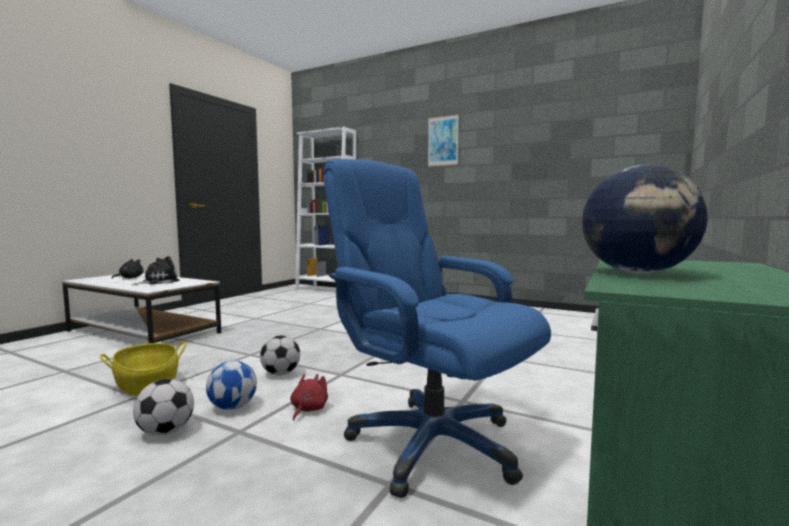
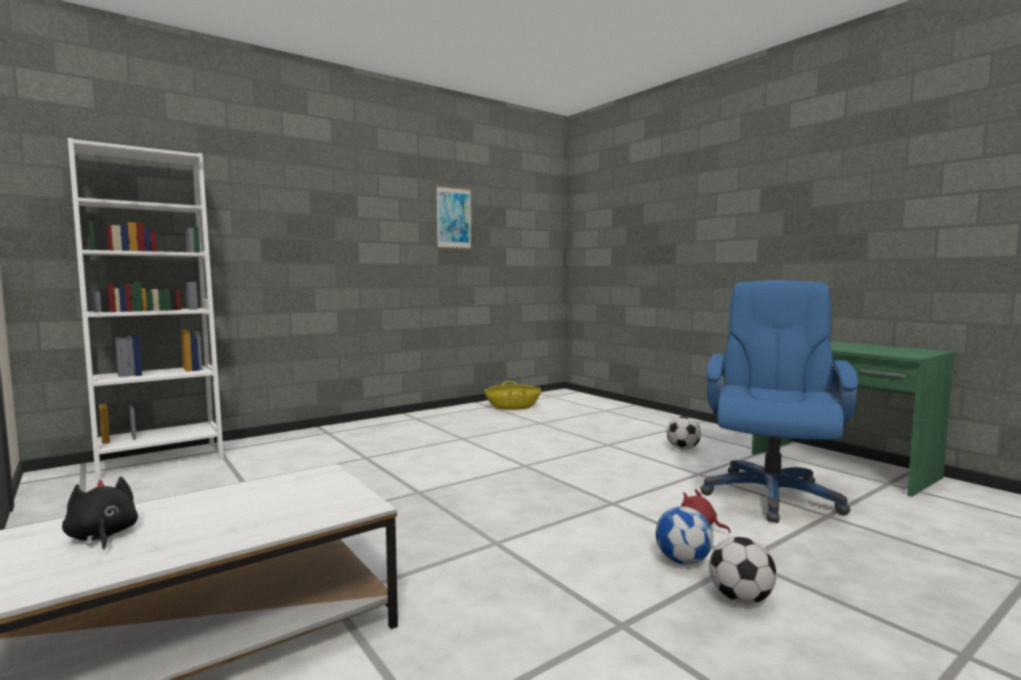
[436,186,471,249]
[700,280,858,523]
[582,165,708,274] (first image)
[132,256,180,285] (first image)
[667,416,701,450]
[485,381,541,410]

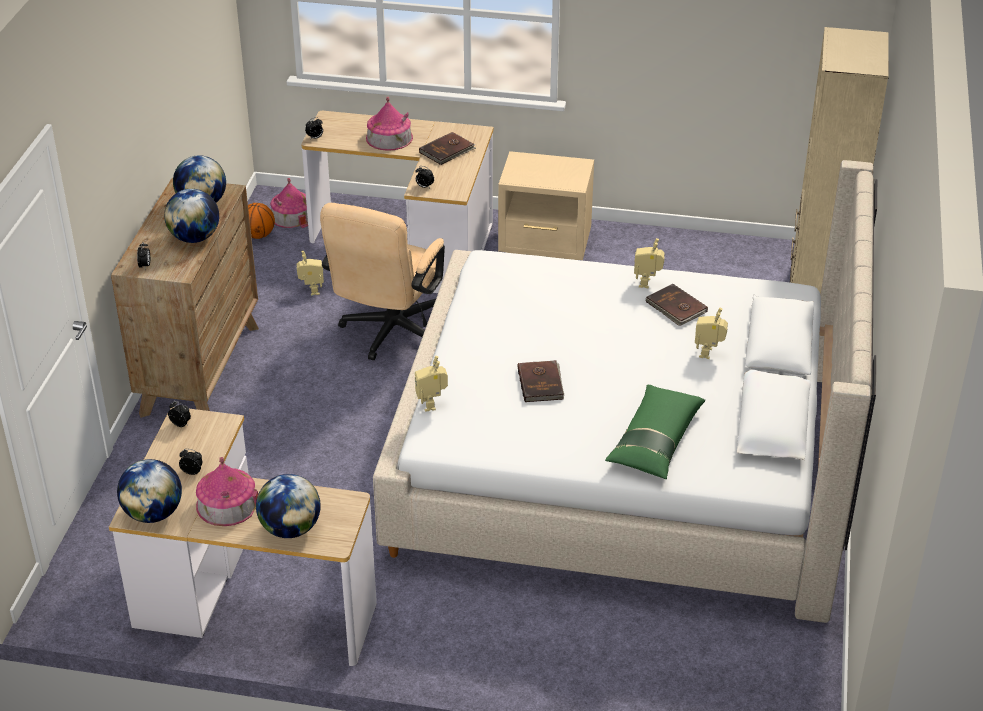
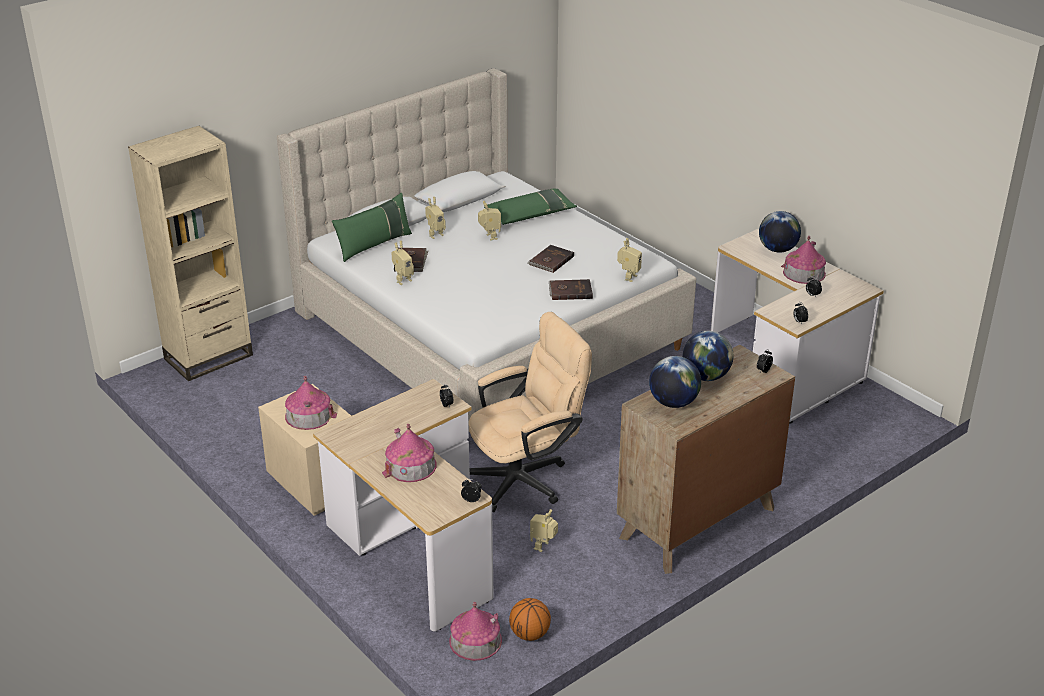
[549,279,593,300]
[117,459,182,523] (first image)
[332,193,412,262]
[478,201,501,240]
[285,376,337,430]

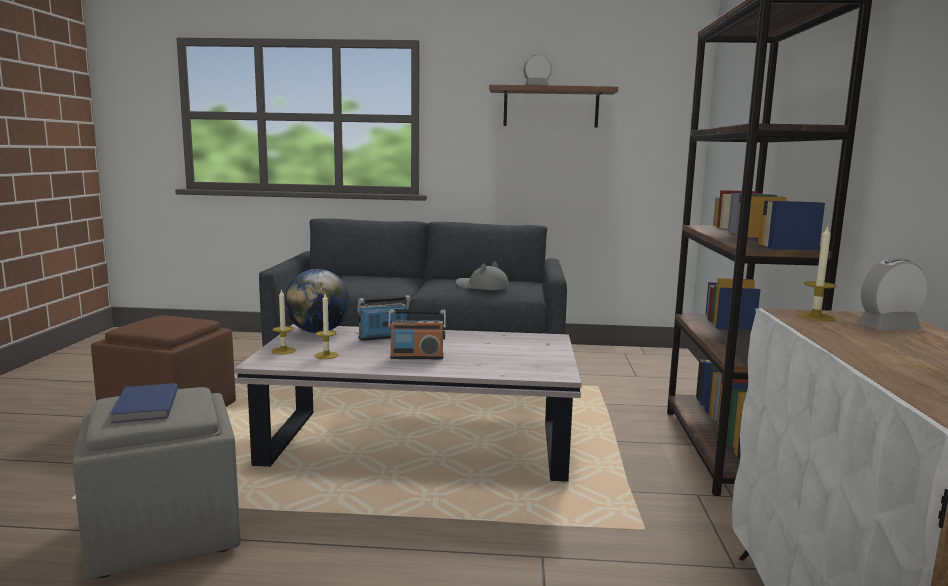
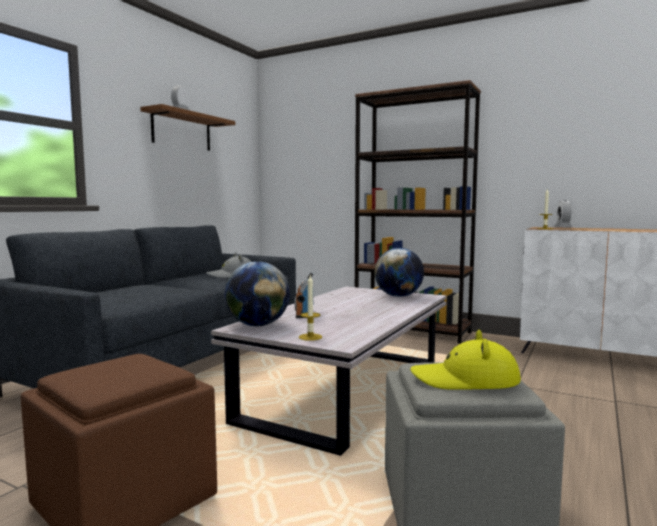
[314,294,339,359] (first image)
[388,309,446,359] (first image)
[410,330,521,390]
[375,248,424,297]

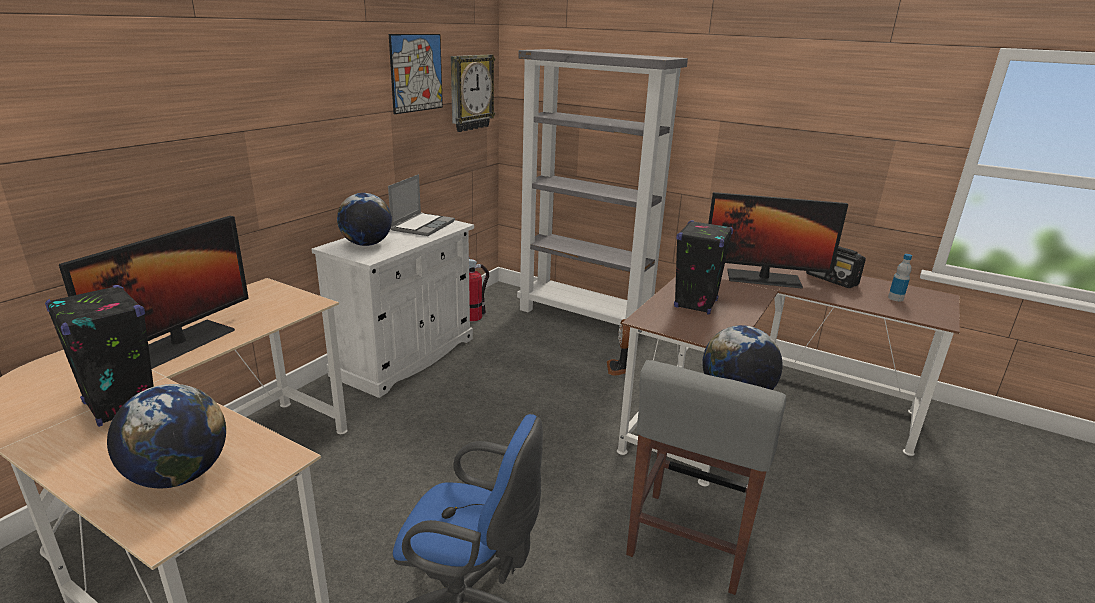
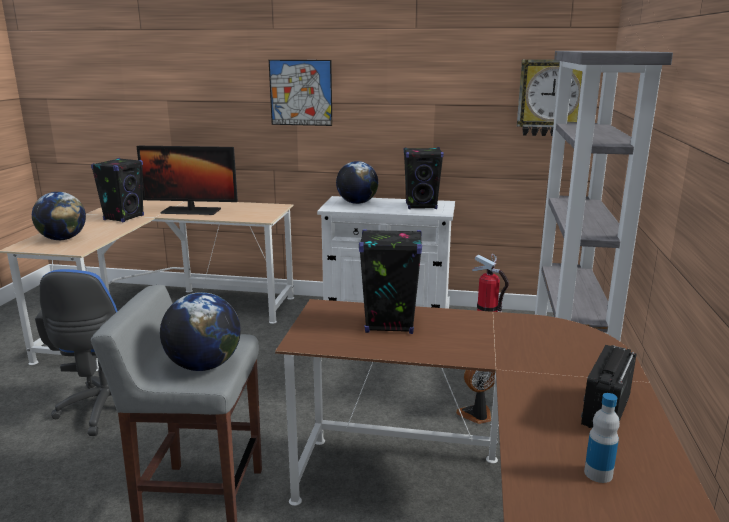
[269,60,332,126]
[404,147,444,209]
[708,192,848,289] (first image)

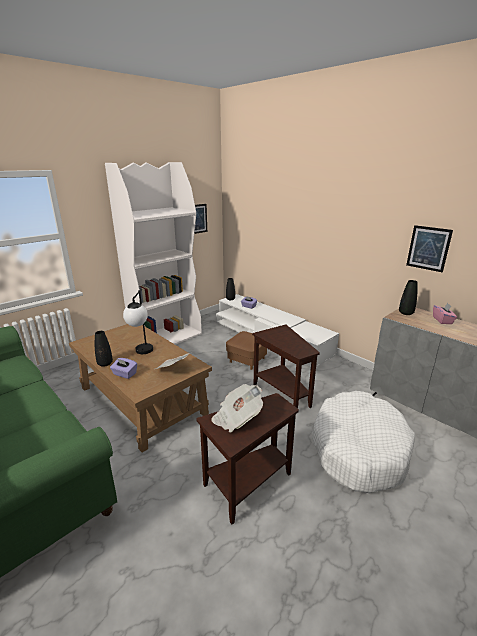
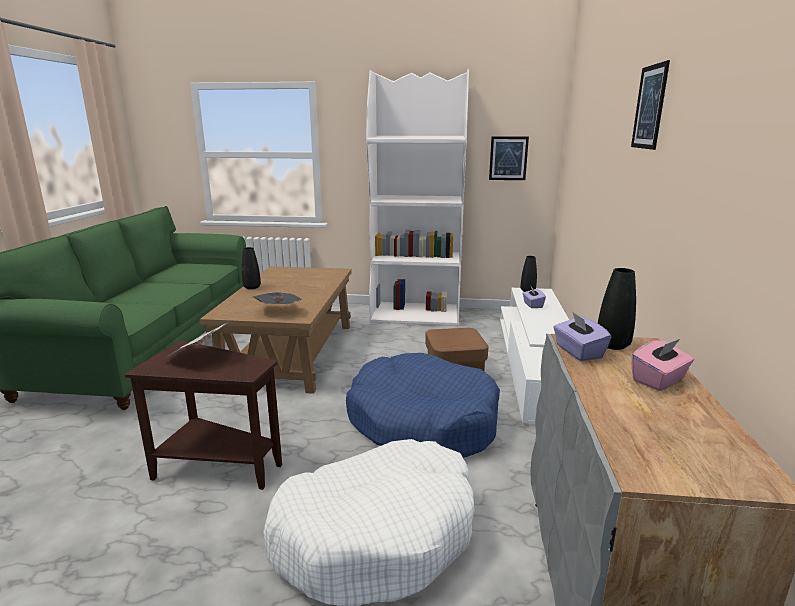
[631,60,670,150]
[123,289,153,354] (first image)
[346,353,500,458]
[553,311,611,361]

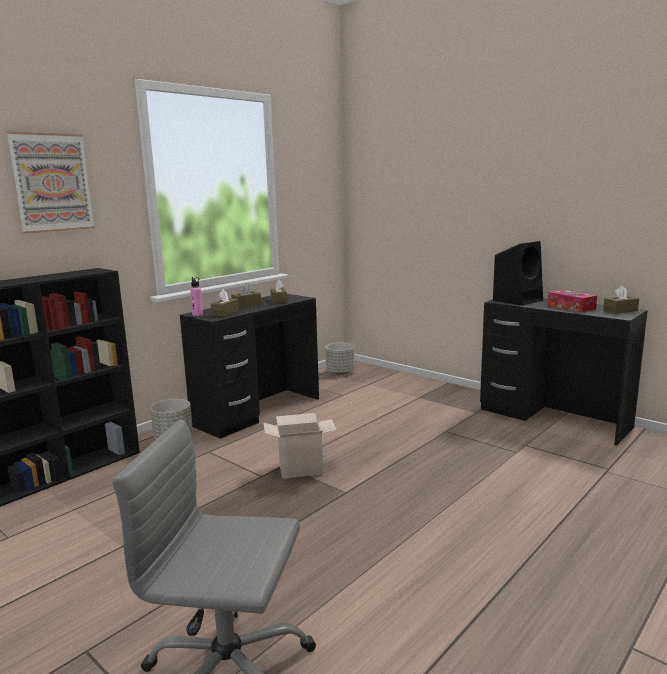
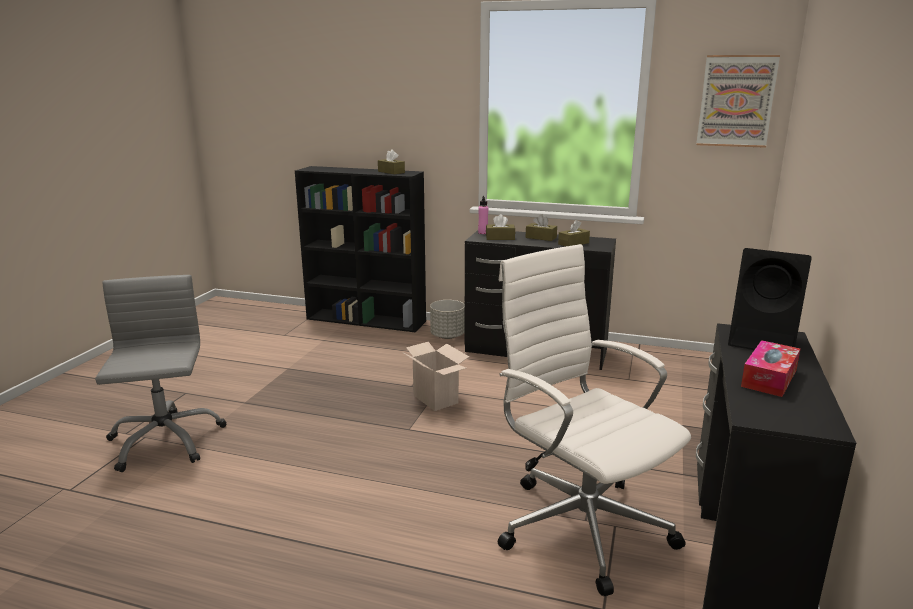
[696,55,780,148]
[378,149,405,174]
[325,343,355,375] (first image)
[498,244,691,596]

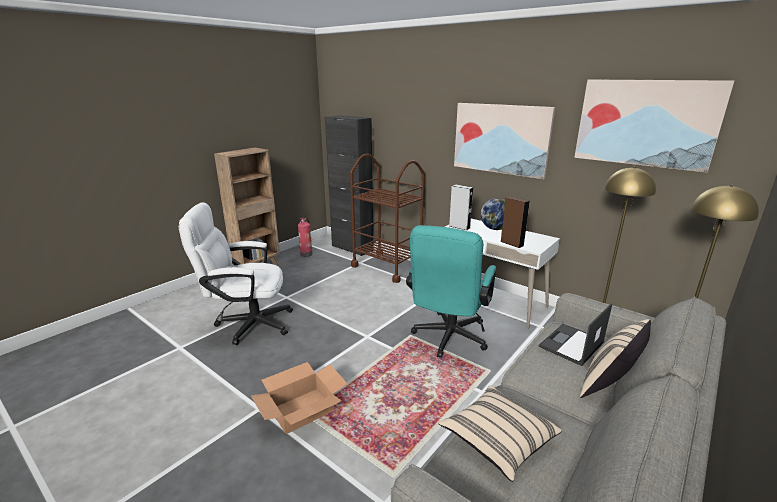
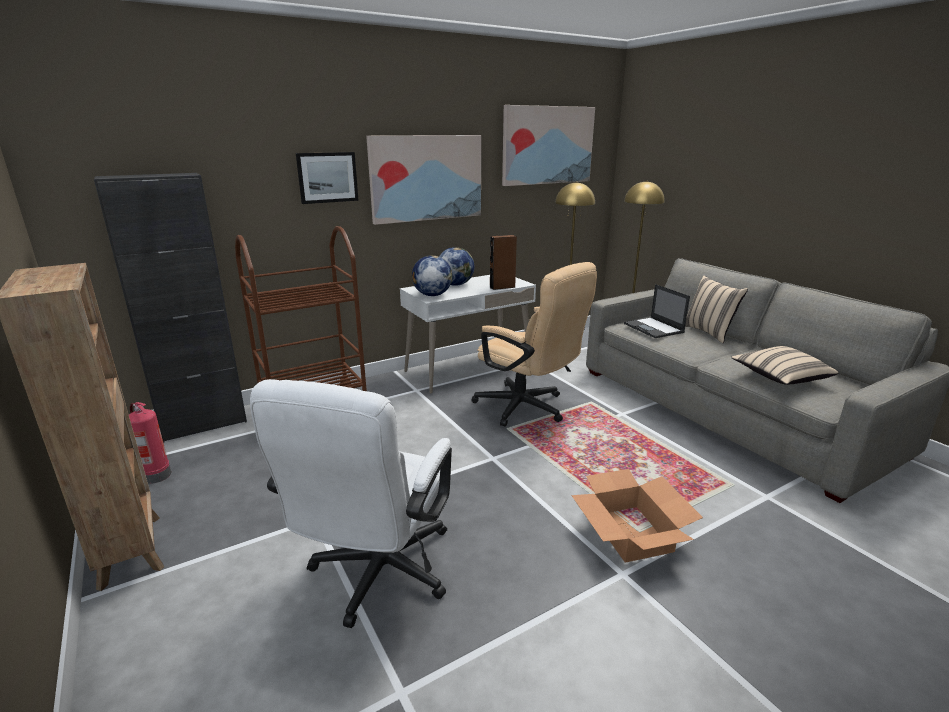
[412,255,452,296]
[471,262,597,427]
[296,152,359,204]

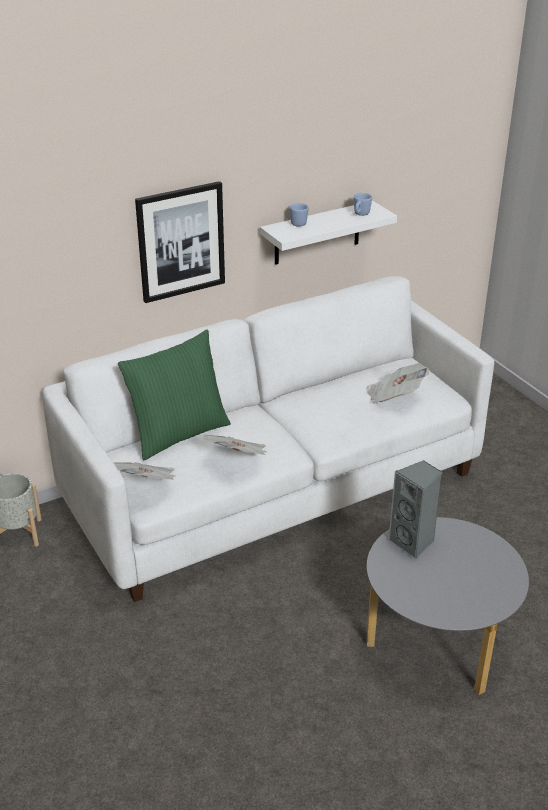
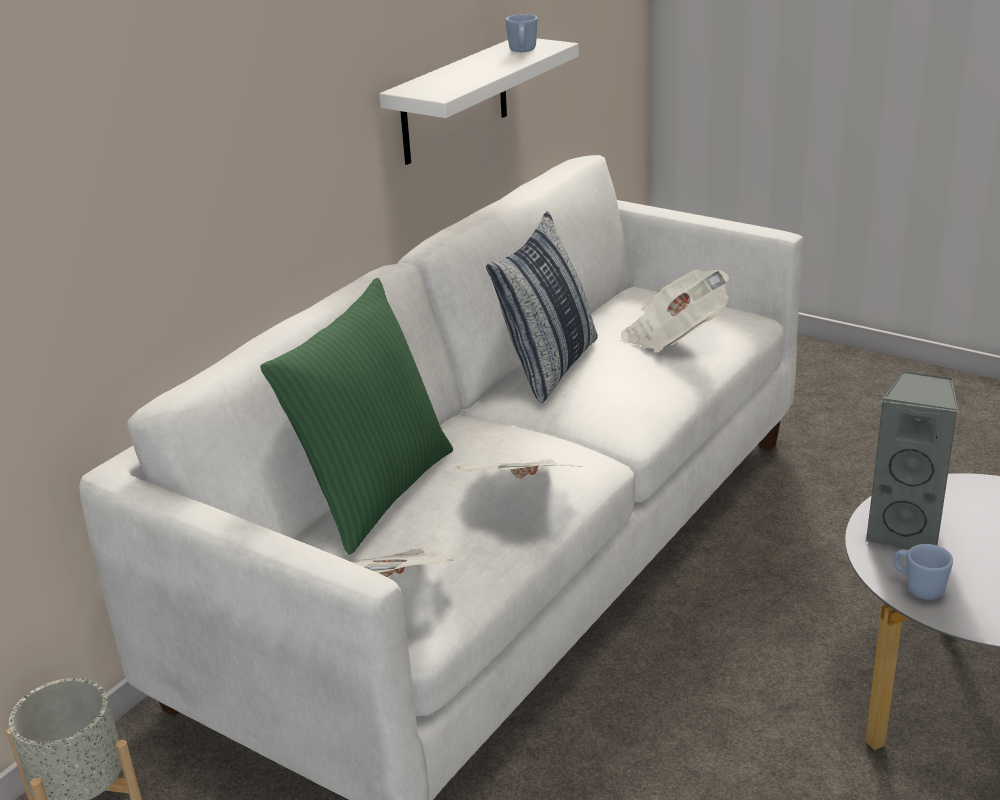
[135,181,225,303] (first image)
[893,544,953,600]
[486,211,598,403]

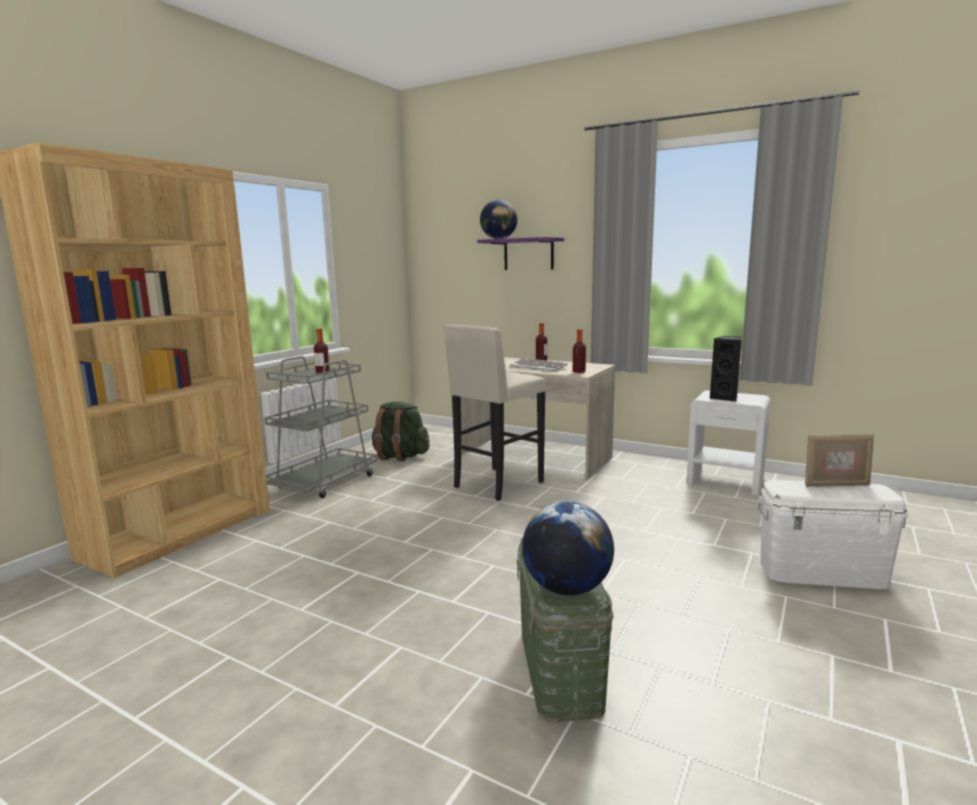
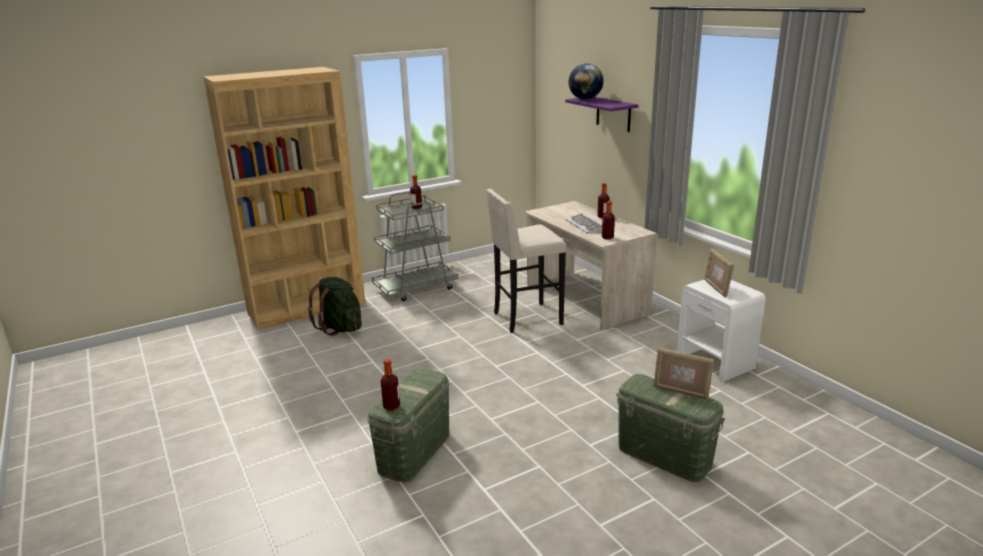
[704,248,734,298]
[308,277,362,336]
[616,374,725,482]
[381,359,400,410]

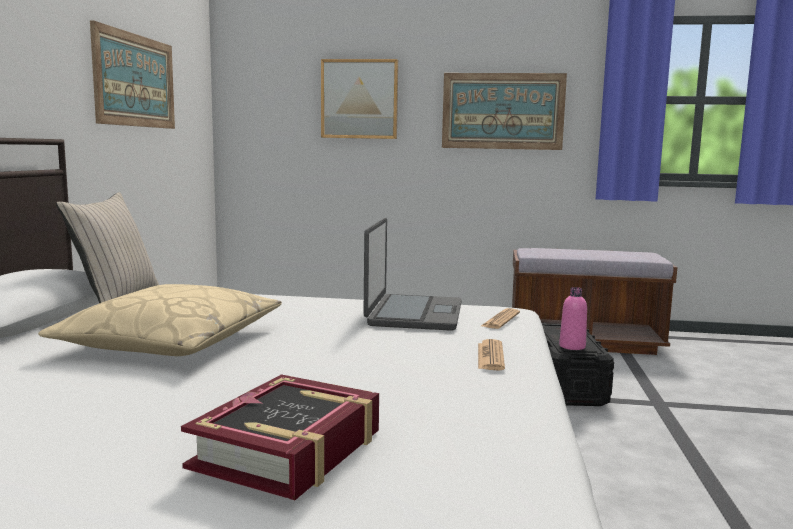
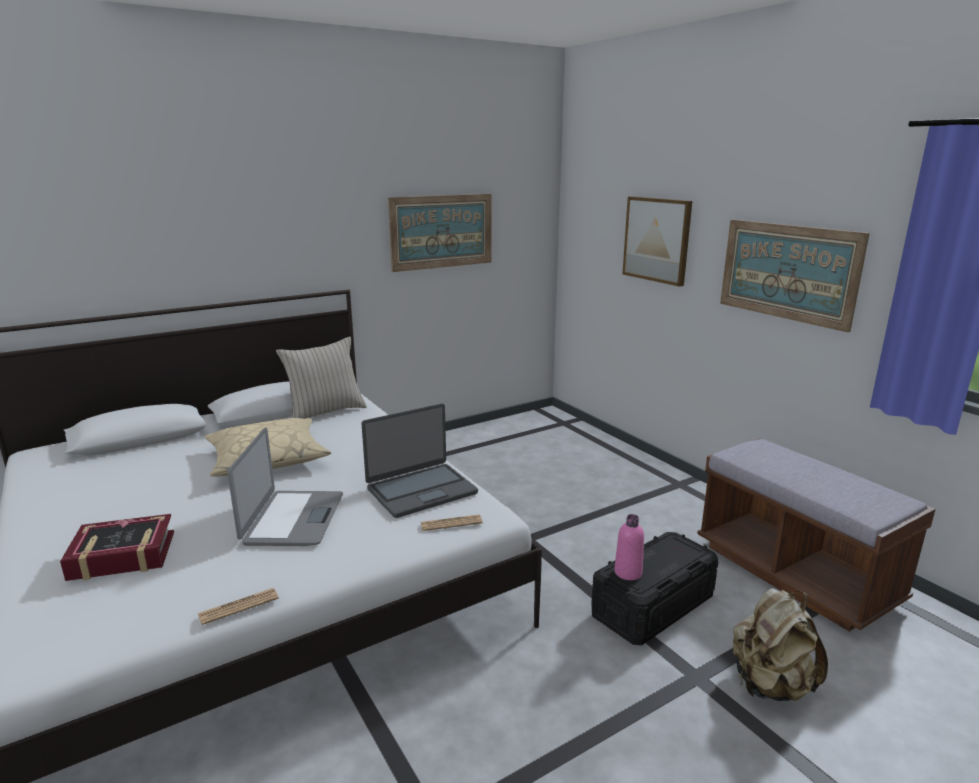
[198,588,279,625]
[227,428,343,546]
[733,588,828,701]

